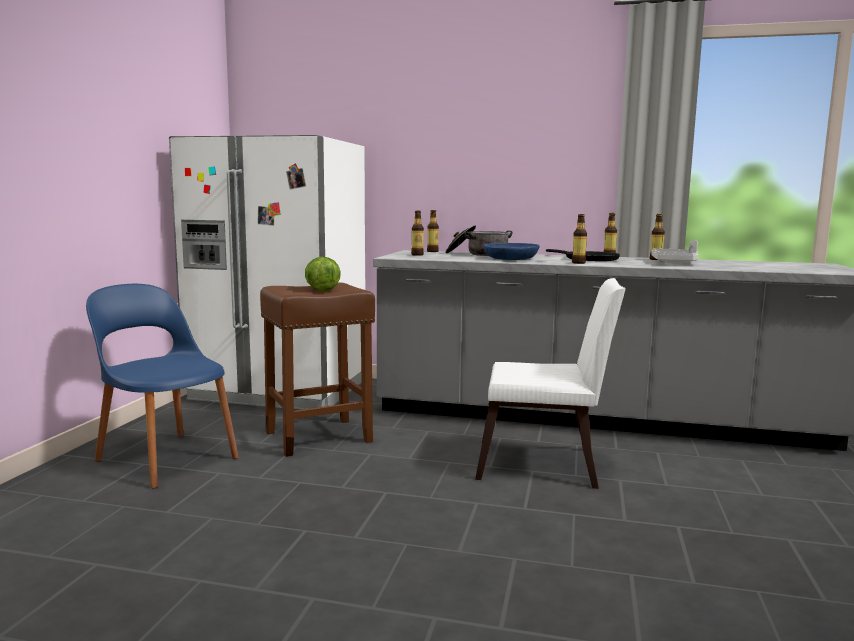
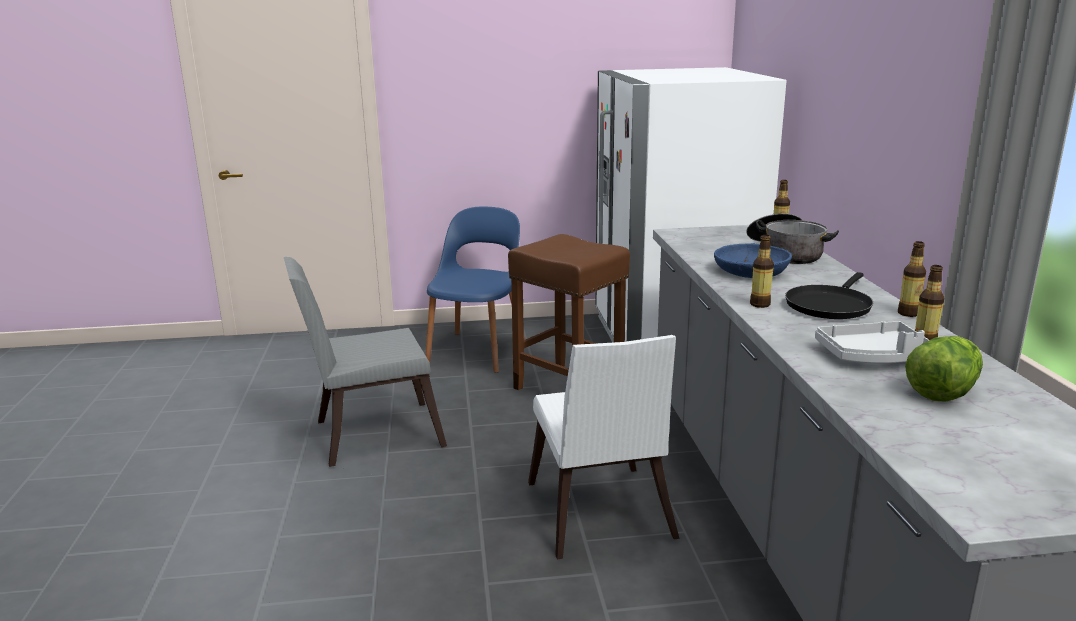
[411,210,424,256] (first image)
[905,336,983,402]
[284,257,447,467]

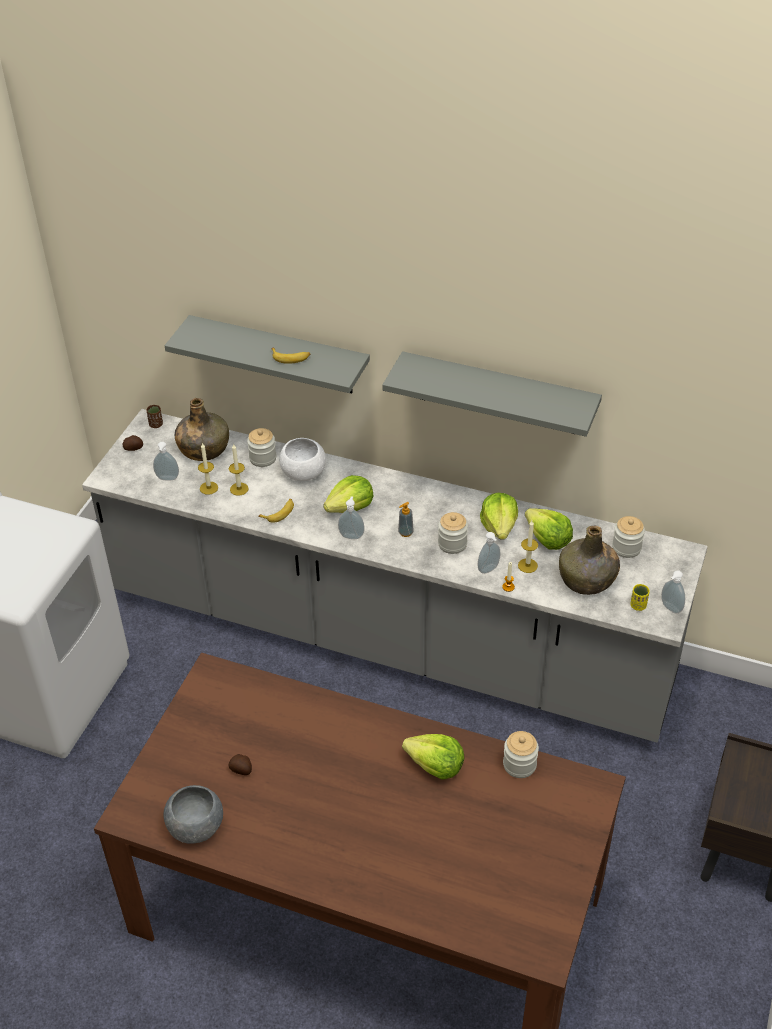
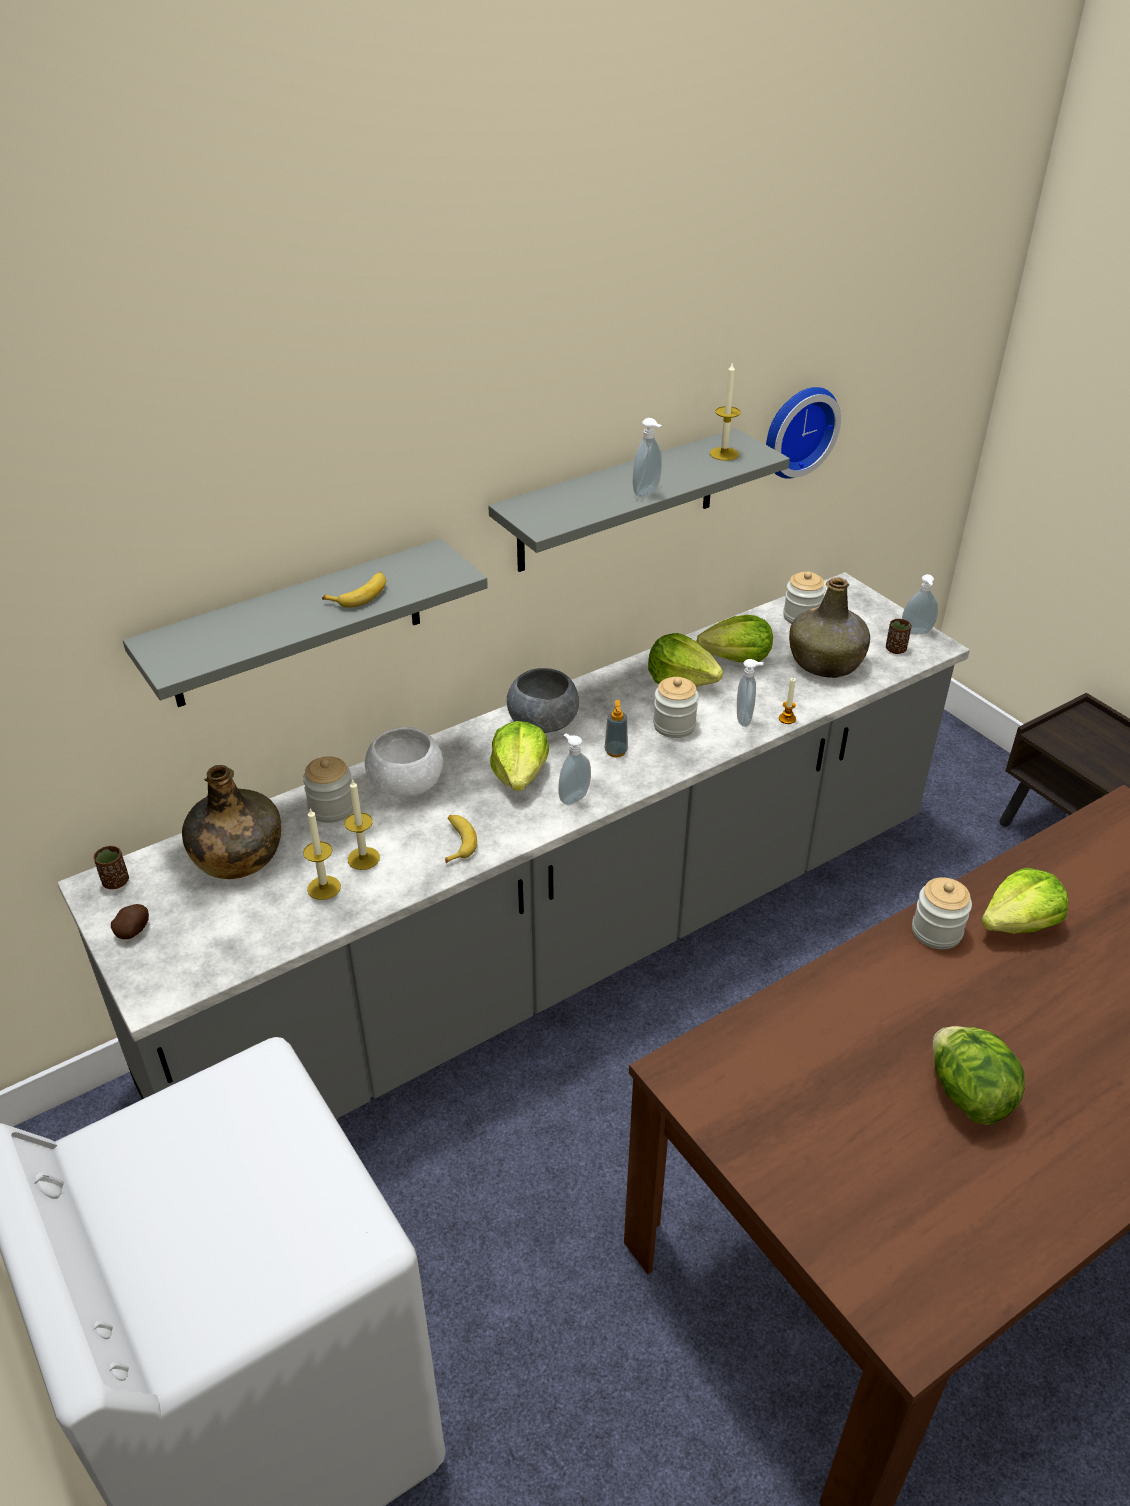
[633,418,662,498]
[710,363,741,461]
[886,619,912,654]
[912,877,972,949]
[228,754,252,775] (first image)
[507,668,579,733]
[766,387,841,479]
[933,1026,1025,1125]

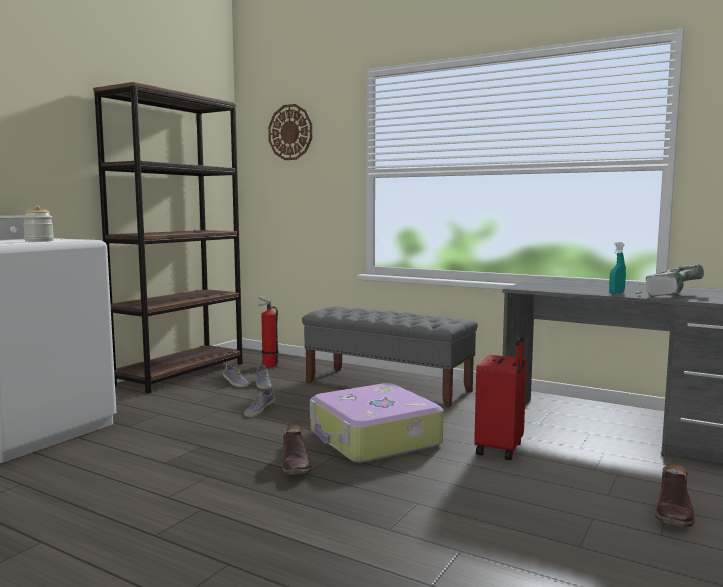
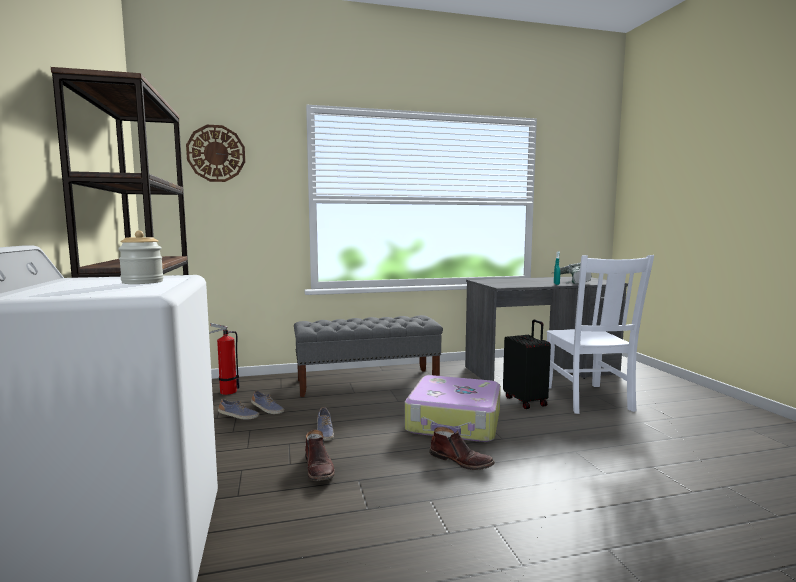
[503,319,551,409]
[305,429,335,481]
[547,255,654,414]

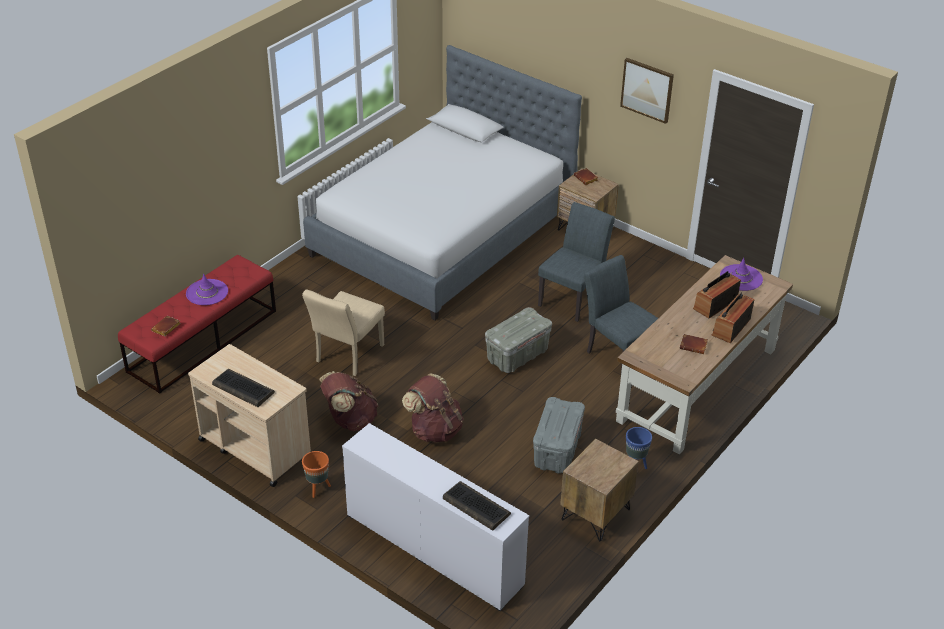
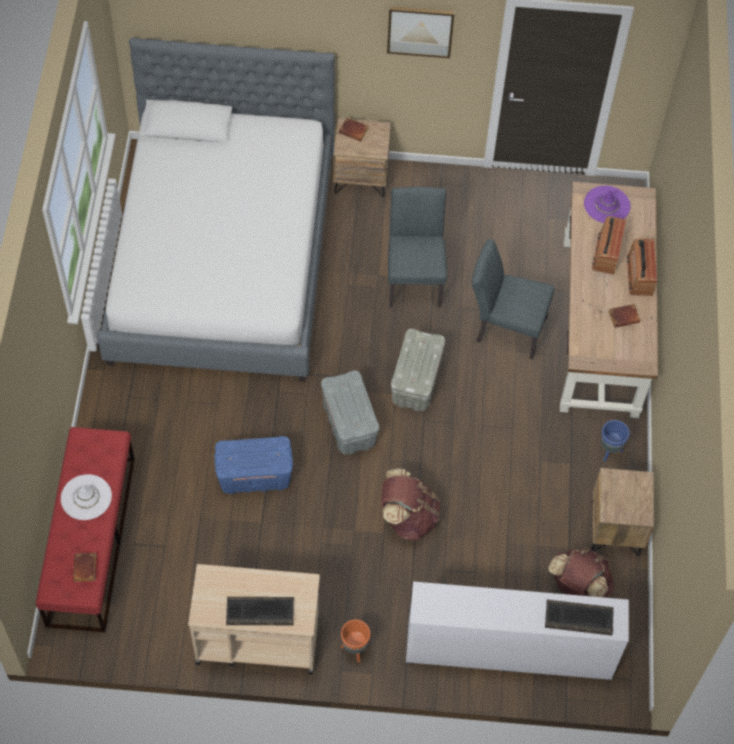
[61,474,112,520]
[214,436,293,494]
[549,547,614,598]
[321,371,379,455]

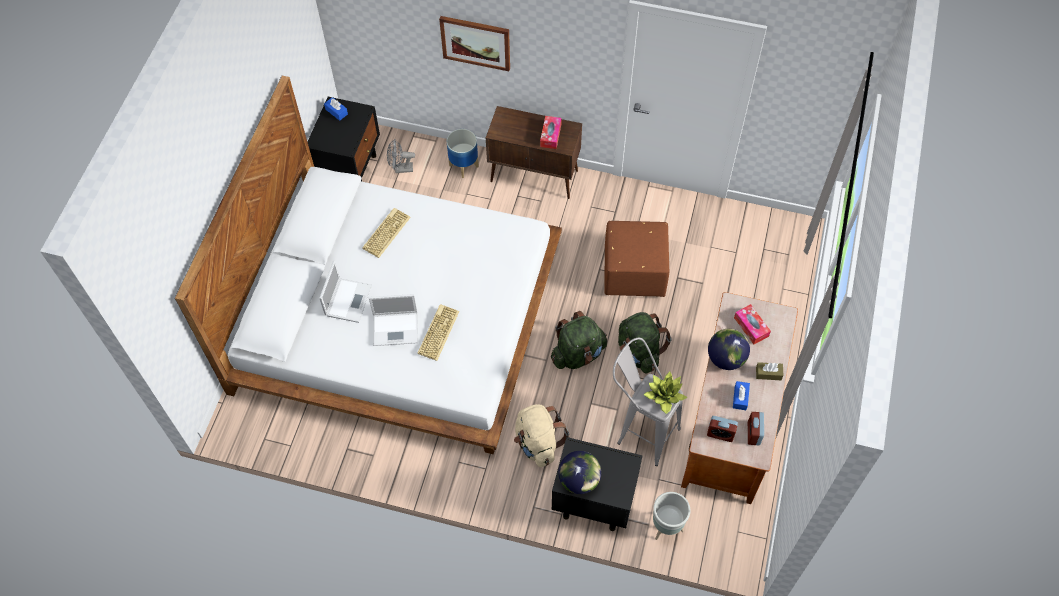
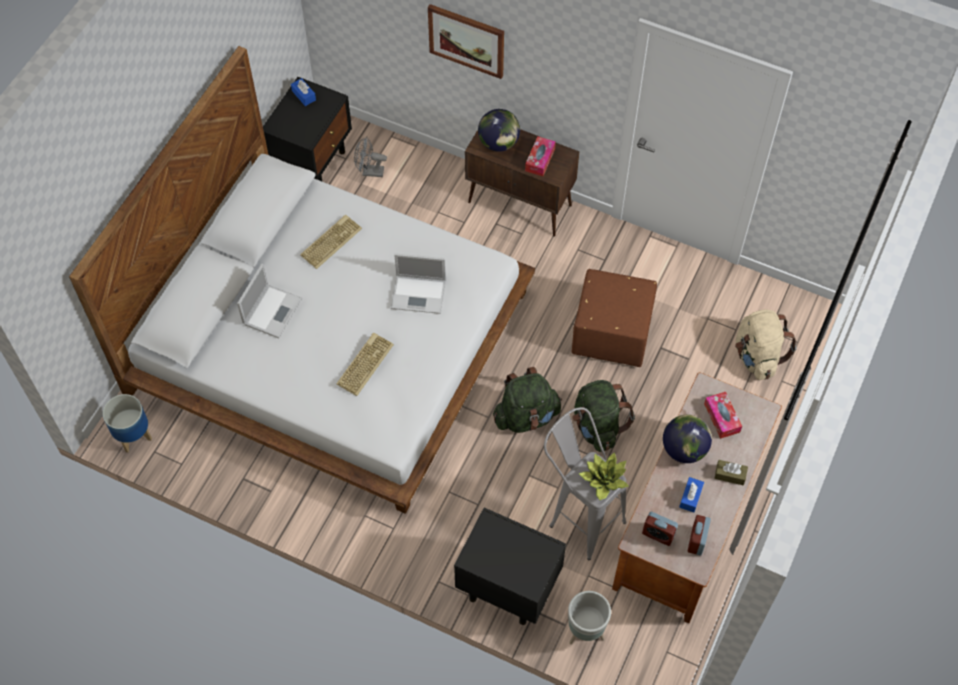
[103,394,152,453]
[391,253,446,314]
[735,310,797,380]
[478,109,520,152]

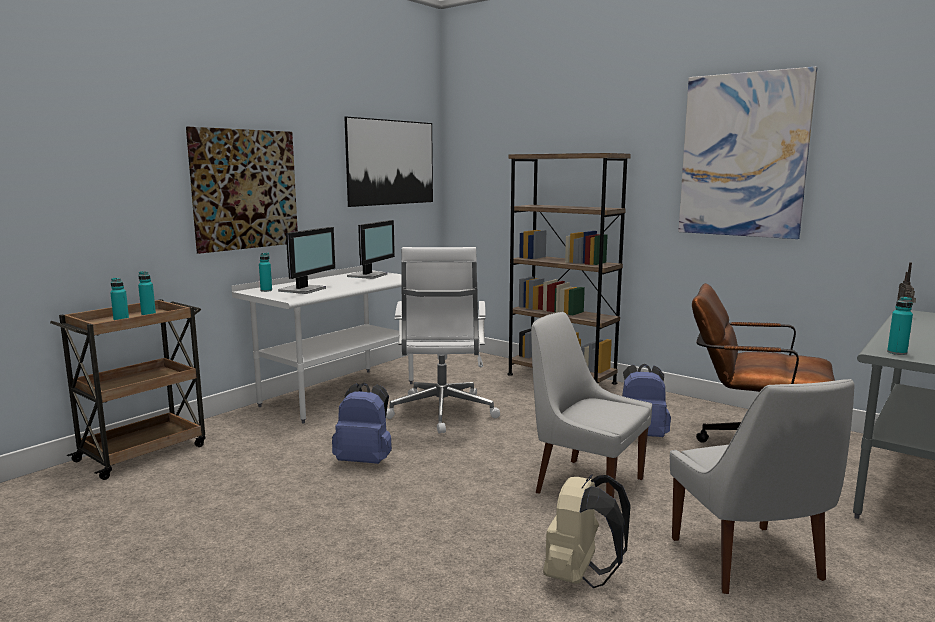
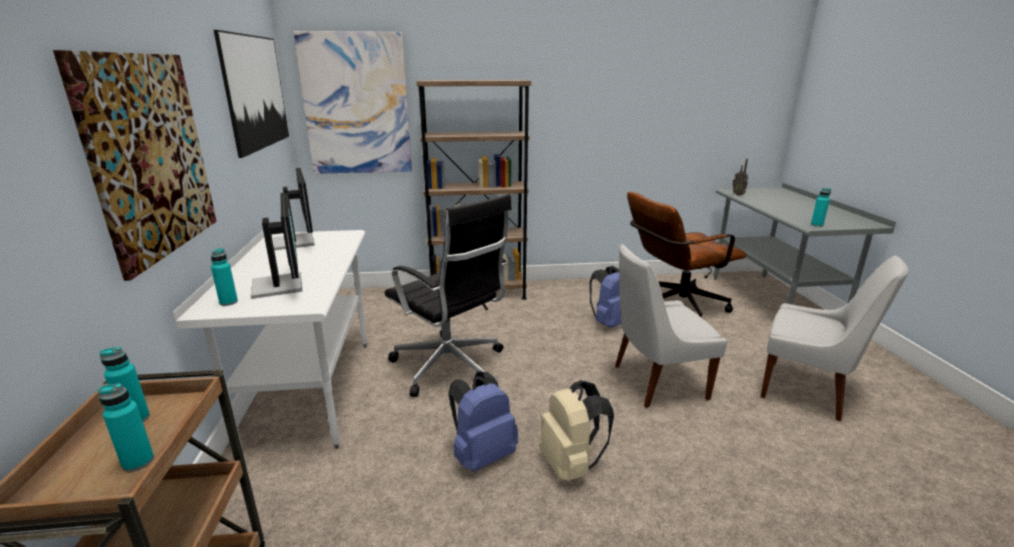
[294,31,412,174]
[385,194,512,397]
[539,380,614,481]

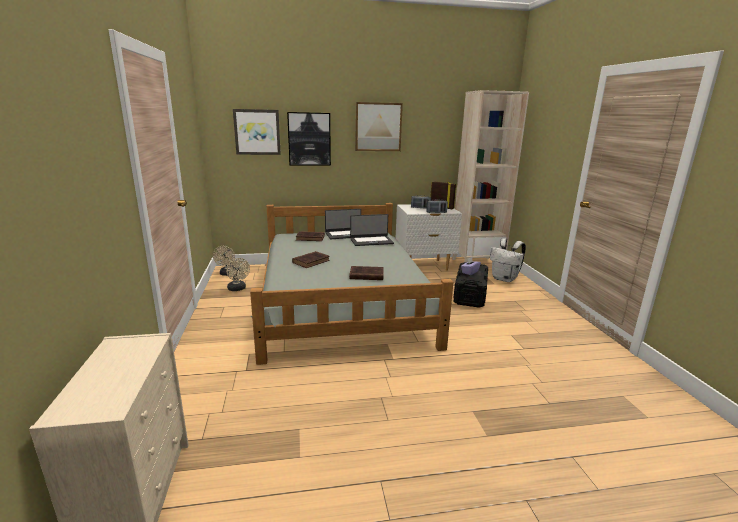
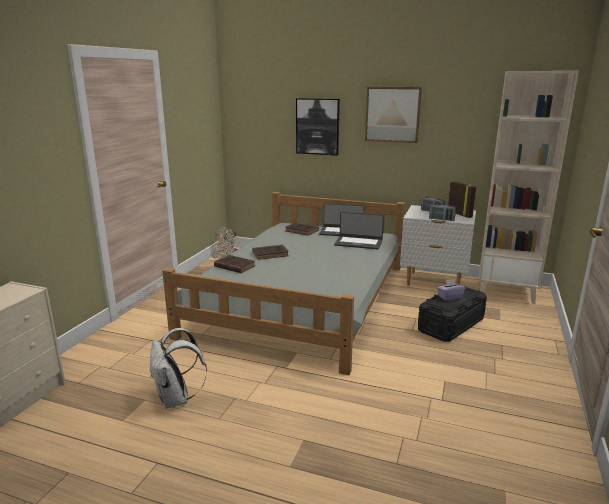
[233,109,281,155] (first image)
[150,328,207,409]
[214,255,255,273]

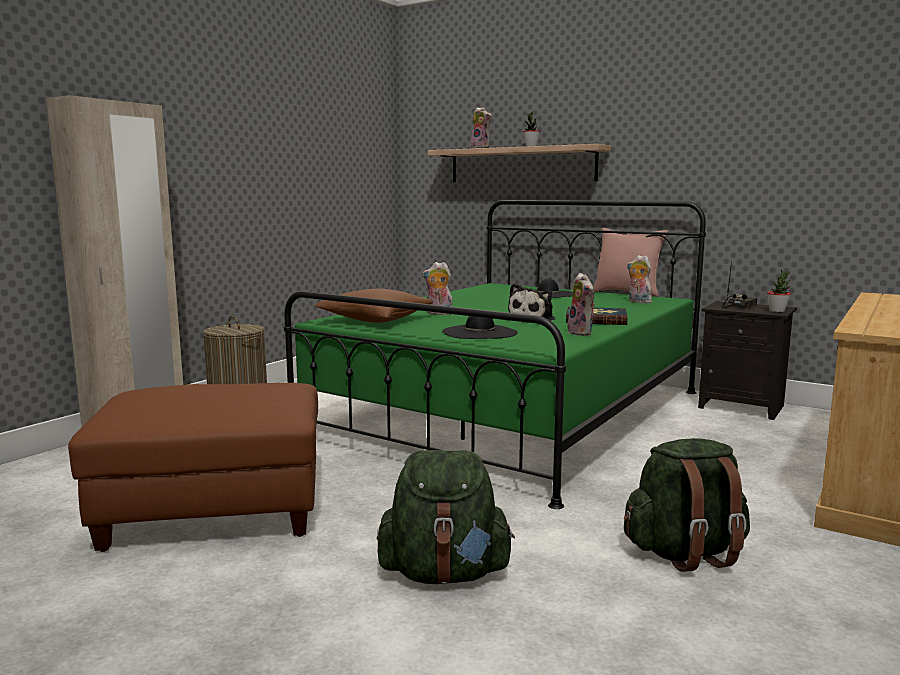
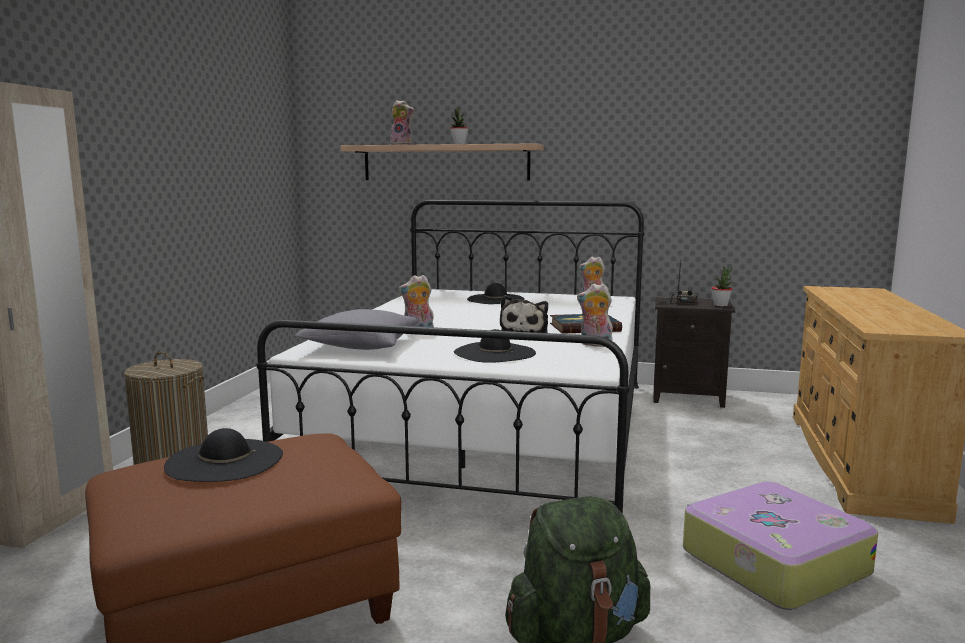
[256,200,645,514]
[594,228,668,297] (first image)
[577,284,613,347]
[295,309,419,350]
[683,482,878,610]
[164,428,283,482]

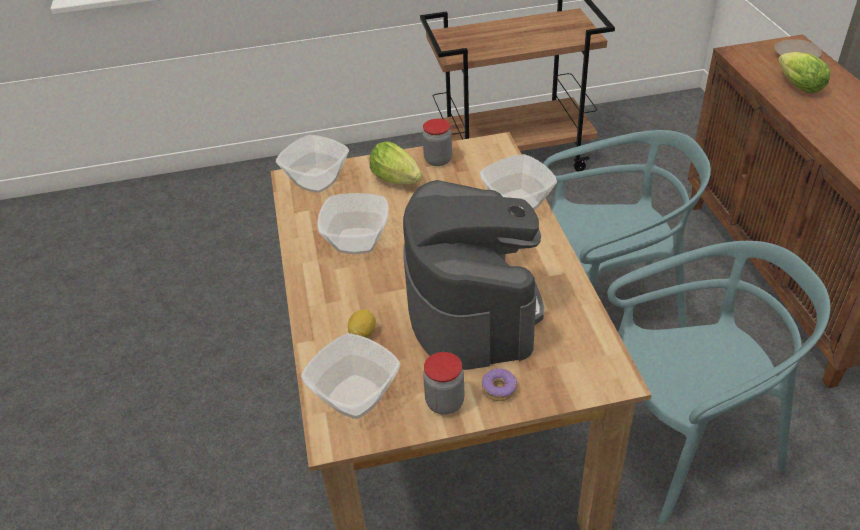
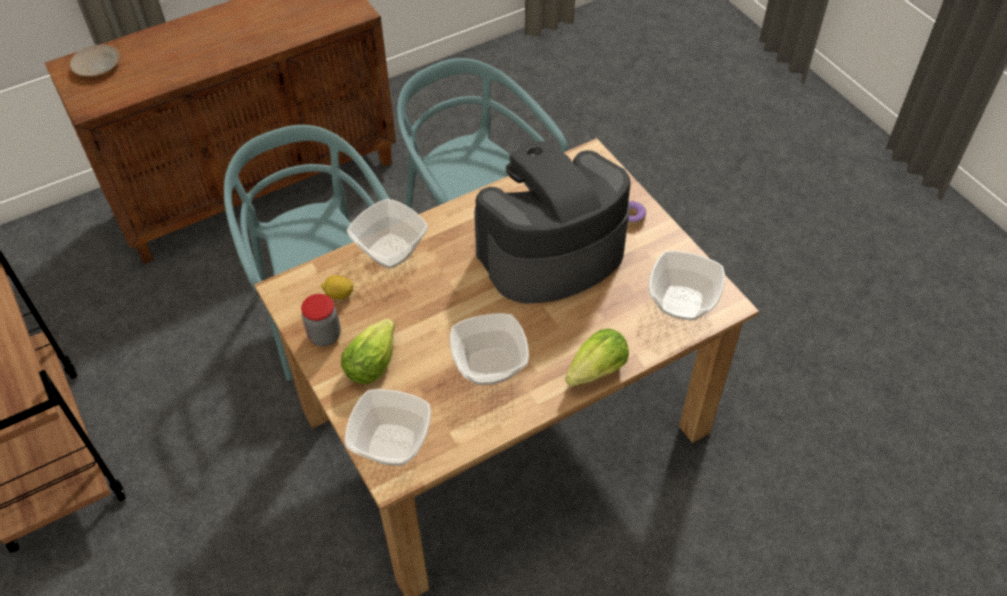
[565,329,629,386]
[321,276,354,299]
[423,352,464,415] (first image)

